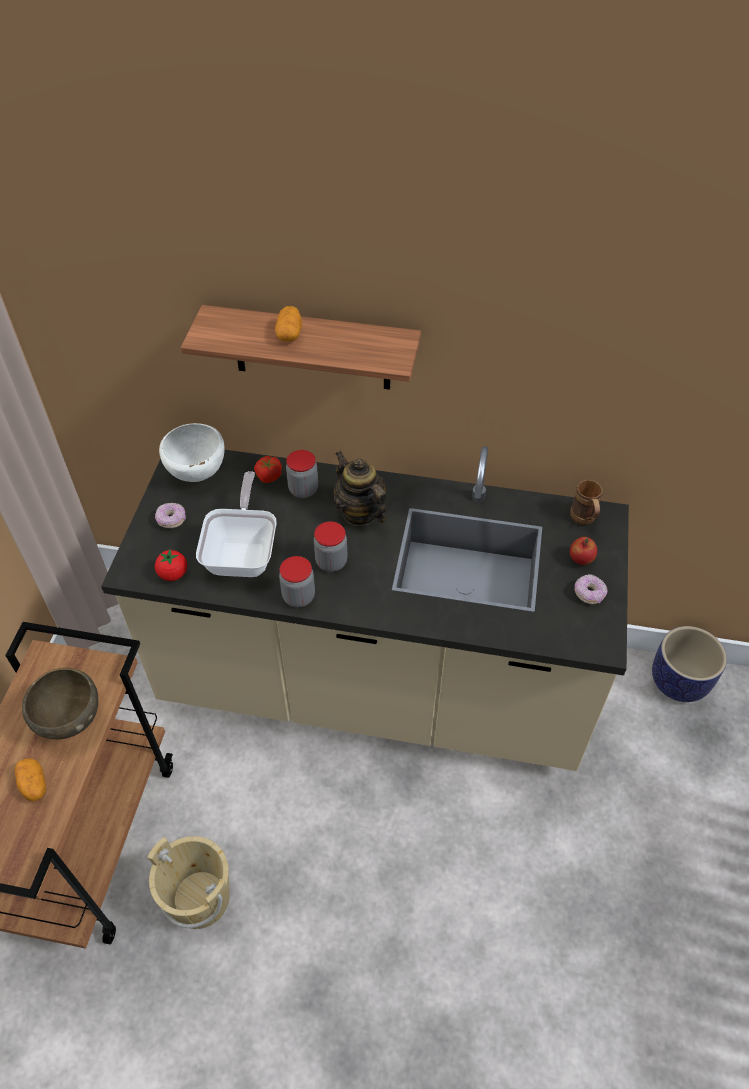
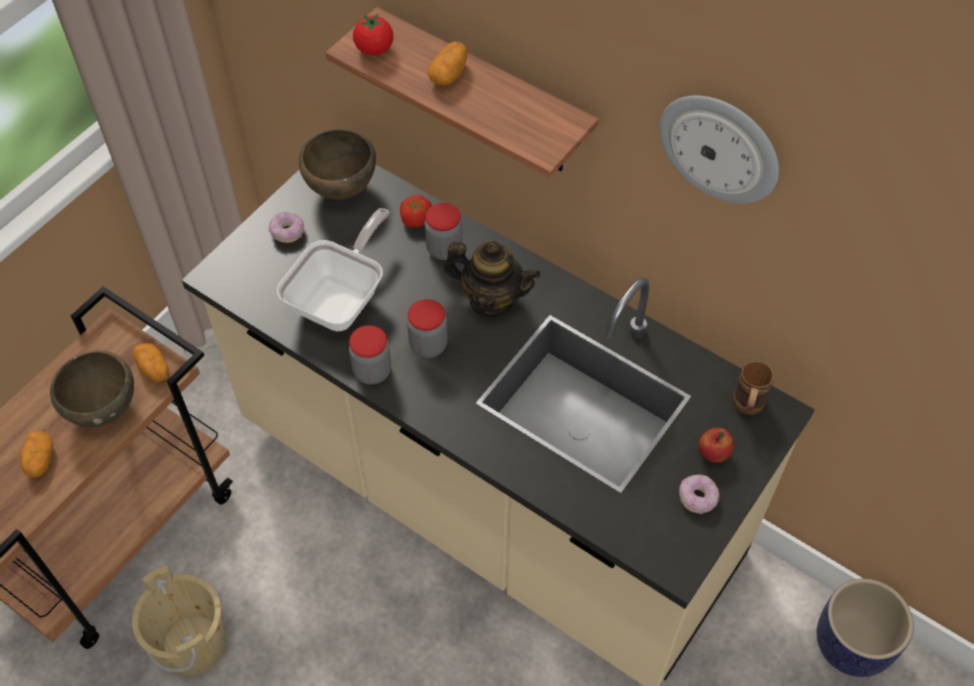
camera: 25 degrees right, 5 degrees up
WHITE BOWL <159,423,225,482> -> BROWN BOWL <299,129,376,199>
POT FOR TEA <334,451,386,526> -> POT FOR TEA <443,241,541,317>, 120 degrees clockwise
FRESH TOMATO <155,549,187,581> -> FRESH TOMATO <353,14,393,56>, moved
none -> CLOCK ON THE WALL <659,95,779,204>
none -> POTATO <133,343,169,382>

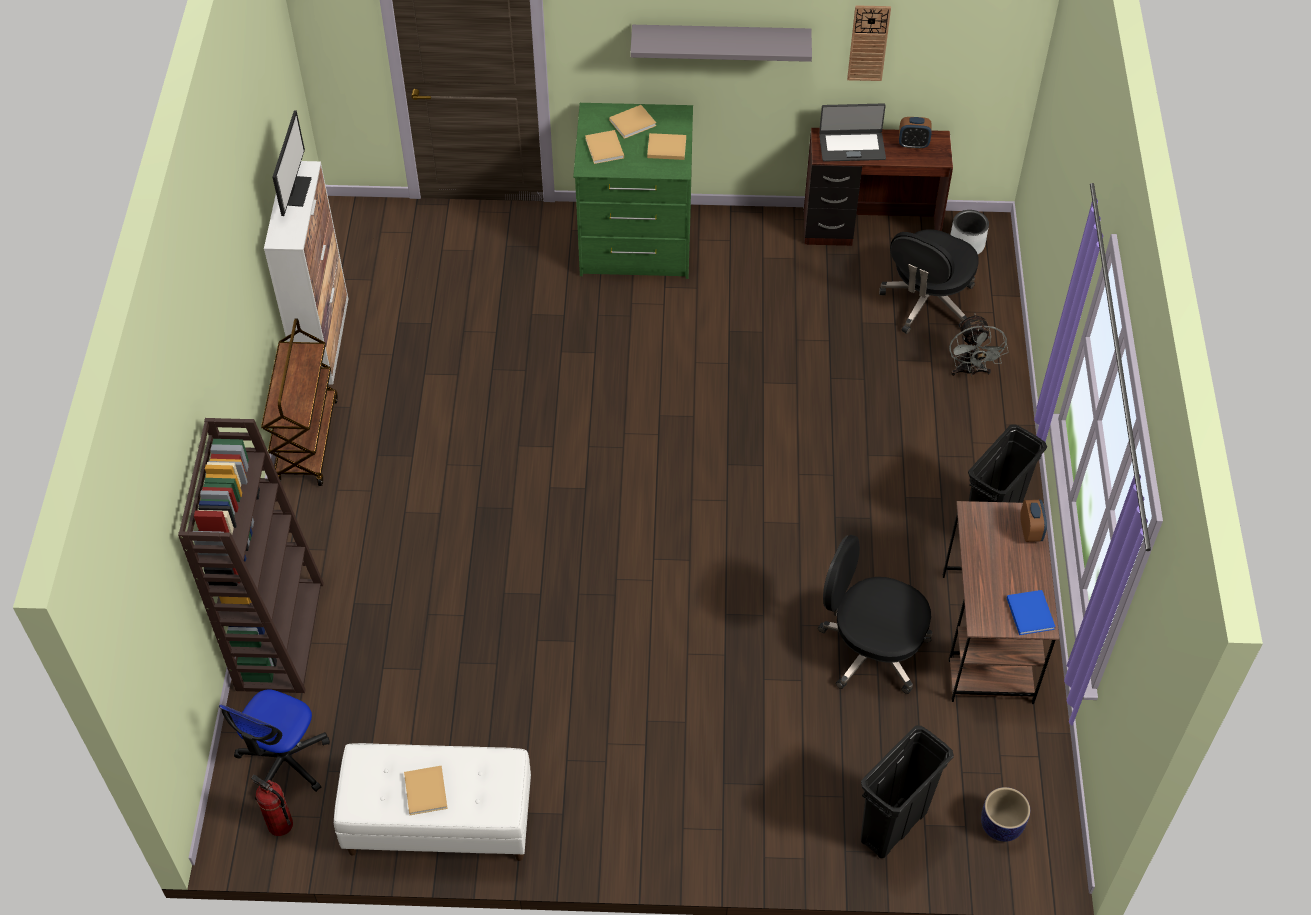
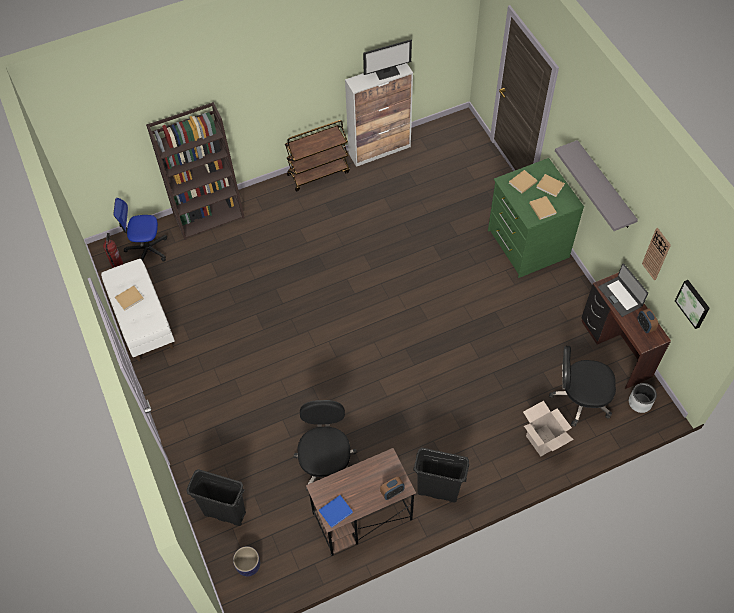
camera: 65 degrees right, 5 degrees up
GREYISH FAN <949,313,1008,377> -> PACKING BOX <523,401,574,456>
none -> PICTURE <675,280,710,329>

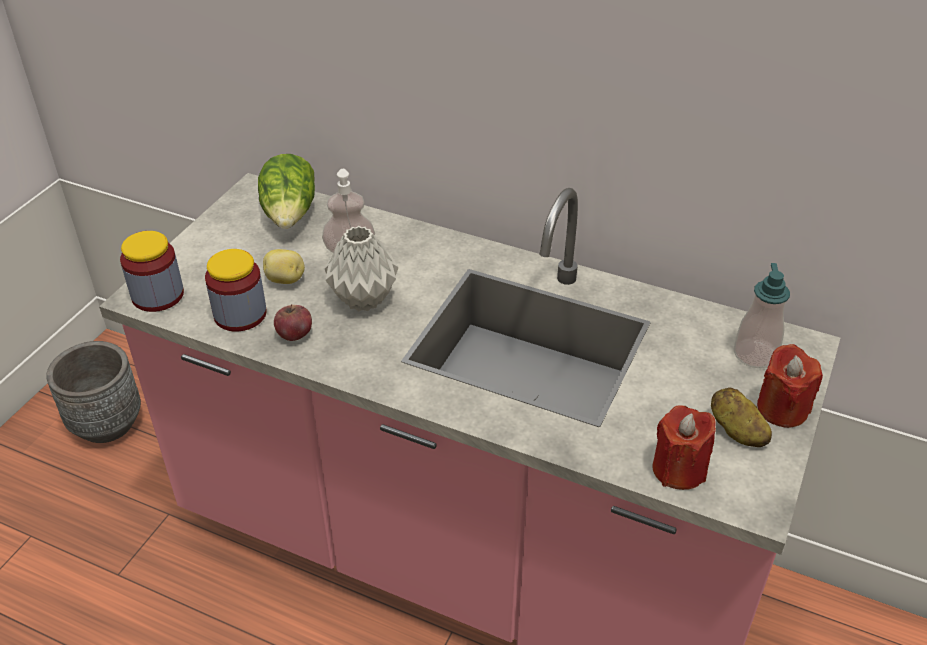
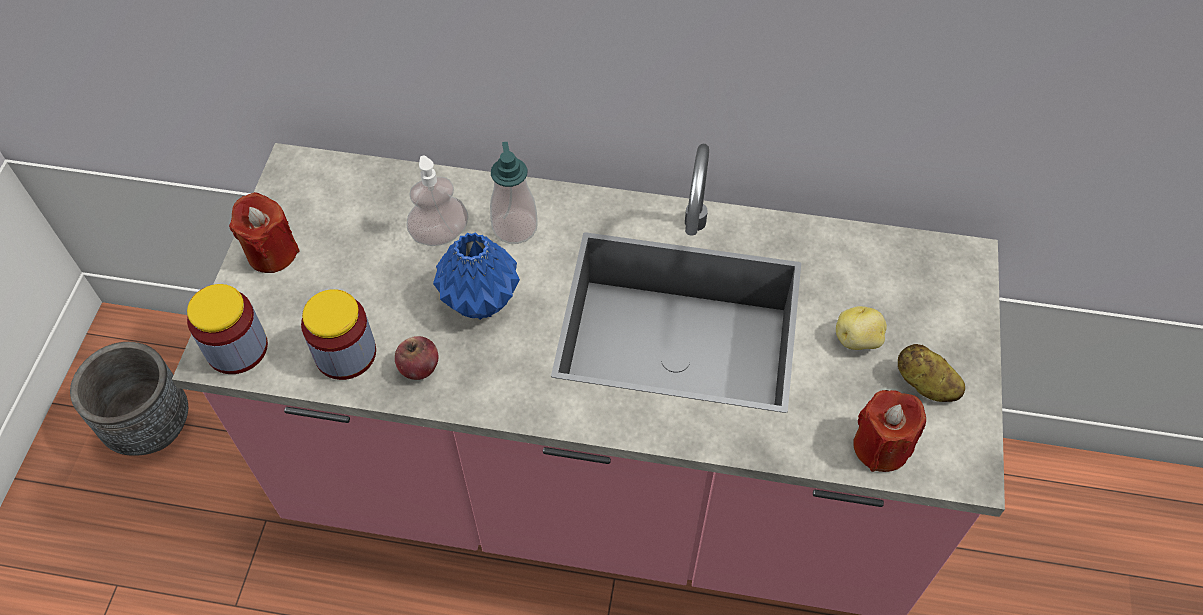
camera: 15 degrees left, 15 degrees up
LETTUCE <258,154,315,229> -> none
GREYISH DECORATIVE VASE <325,226,398,312> -> BLUE DECORATIVE VASE <433,232,520,320>
POTATO <263,249,305,284> -> POTATO <836,306,887,350>, moved
LIQUID SOAP BOTTLE <734,263,790,368> -> LIQUID SOAP BOTTLE <490,142,538,244>, moved
REDDISH WAX CANDLE <757,344,823,428> -> REDDISH WAX CANDLE <229,192,300,273>, moved

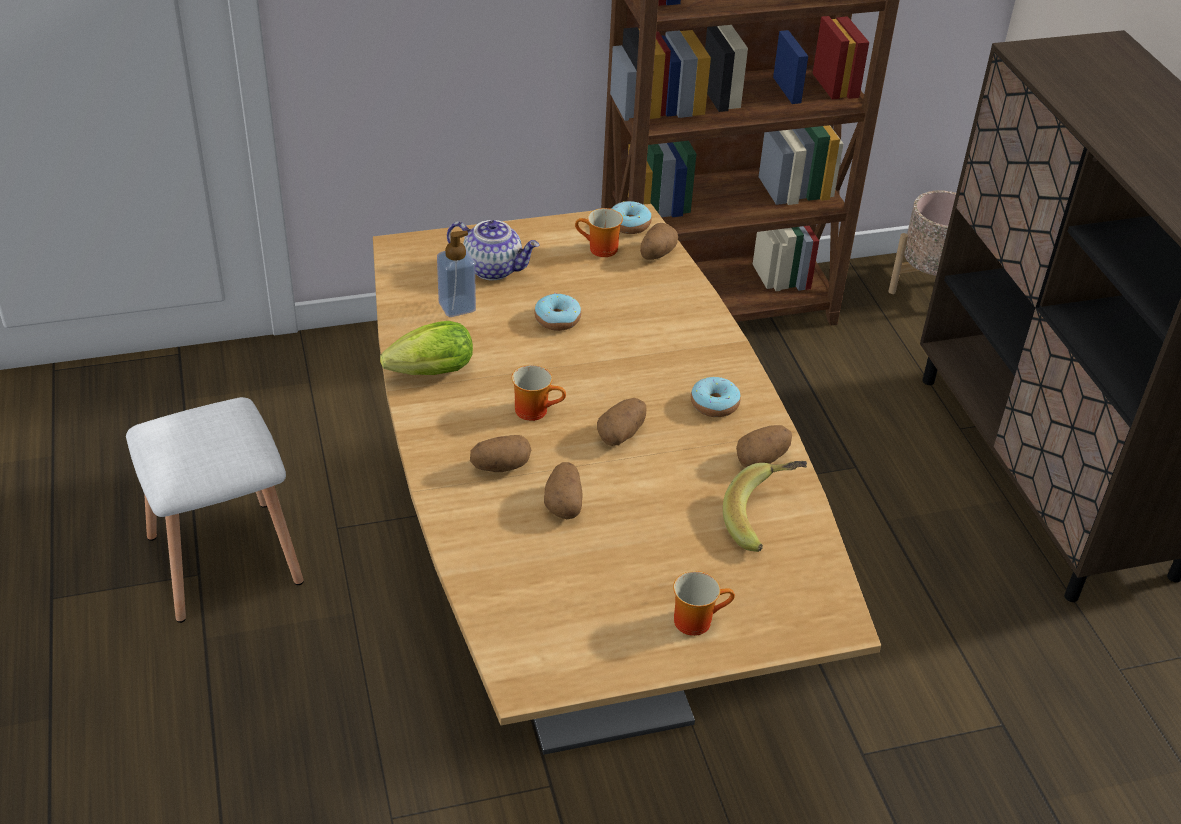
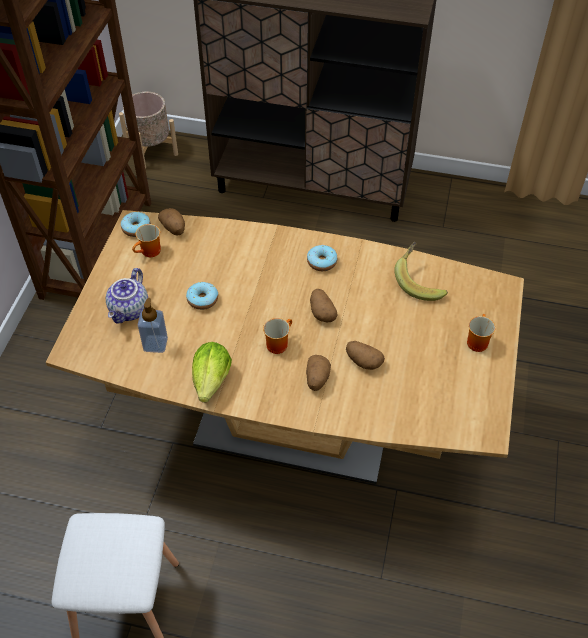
camera: 60 degrees left, 10 degrees up
POT FOR TEA <447,220,540,280> -> POT FOR TEA <106,268,148,324>, 150 degrees clockwise
POTATO <736,425,792,468> -> none

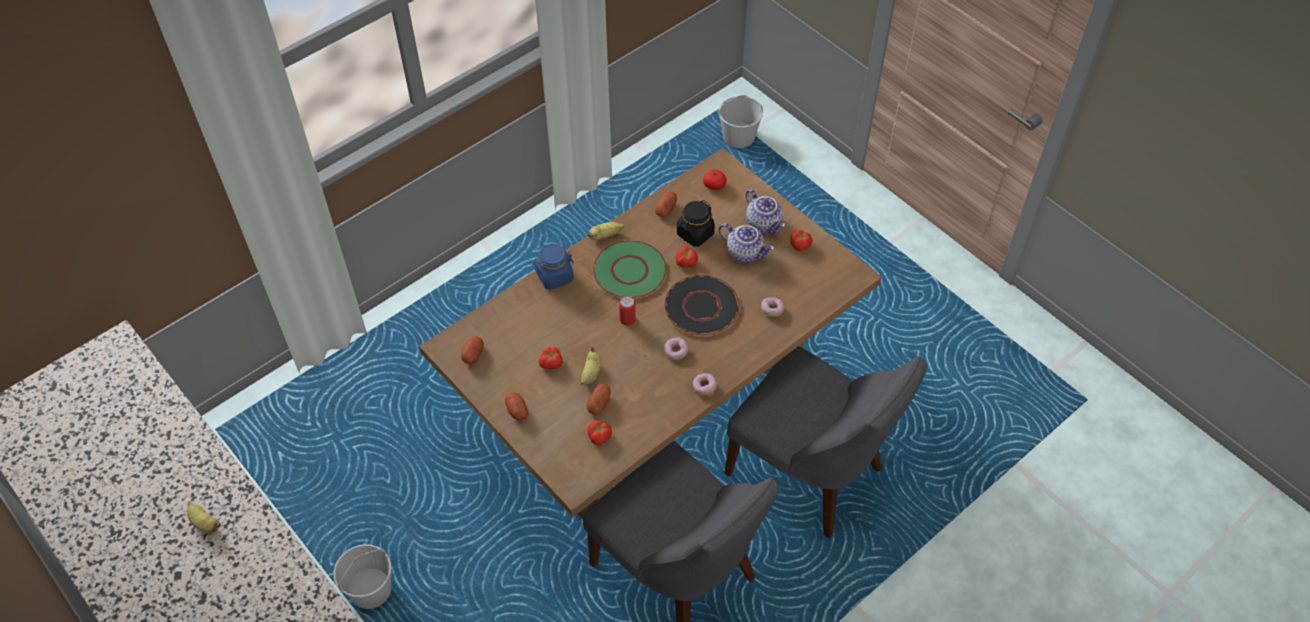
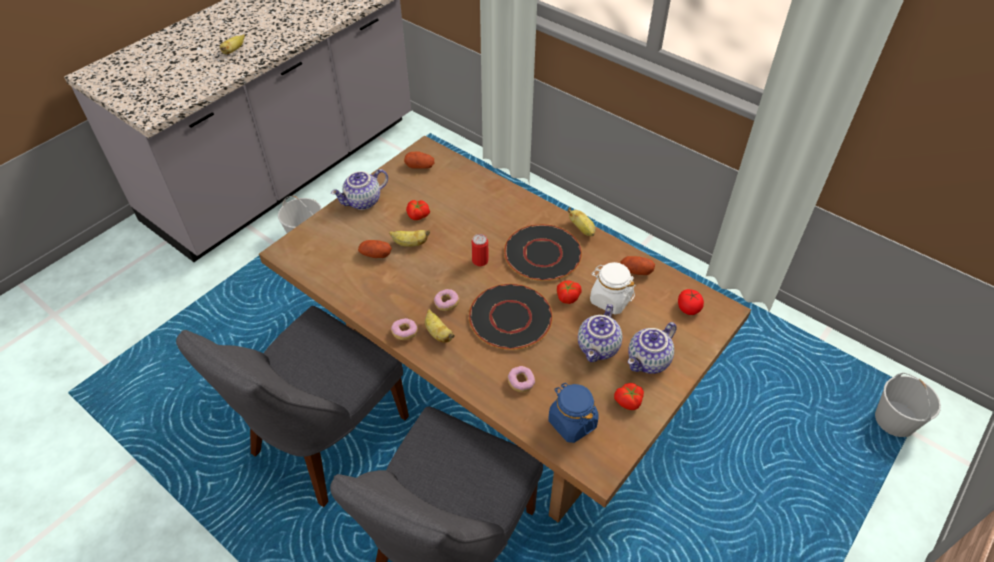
camera: 80 degrees right, 5 degrees down
BLACKISH JAR <677,200,715,247> -> WHITE JAR <590,262,636,314>
GREEN PLATE <593,240,667,298> -> BLACKISH PLATE <504,224,582,281>
BLUE JAR <532,244,574,290> -> BLUE JAR <548,383,599,443>, moved
POTATO <505,392,529,420> -> POT FOR TEA <331,169,388,210>
FRESH TOMATO <588,420,612,445> -> none
none -> WHOLE BANANA <425,309,455,343>

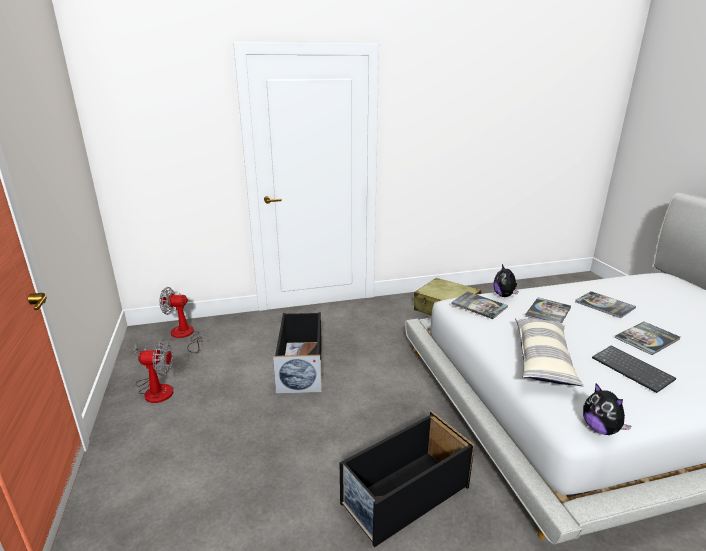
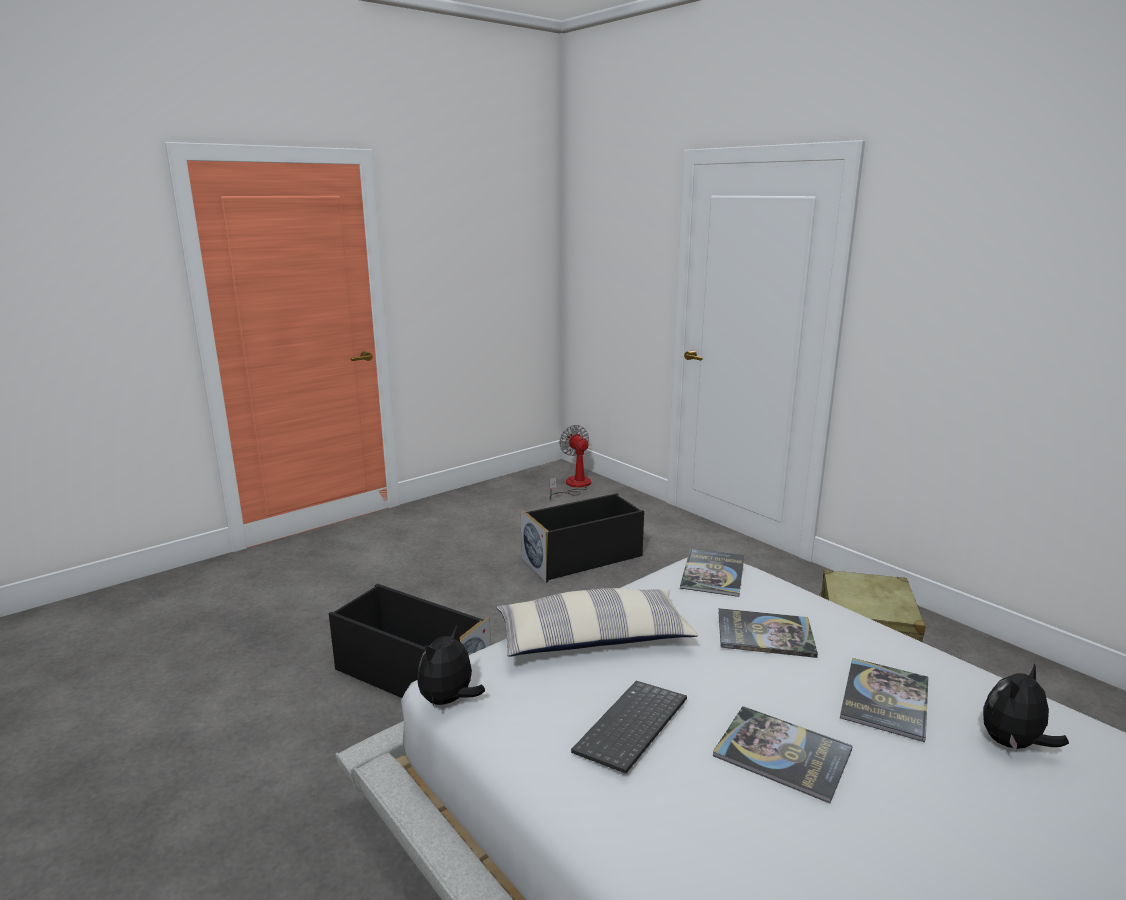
camera: 65 degrees right, 5 degrees down
PLUSH TOY <493,264,518,297> -> PLUSH TOY <983,663,1069,751>, moved
FAN <133,340,173,403> -> none

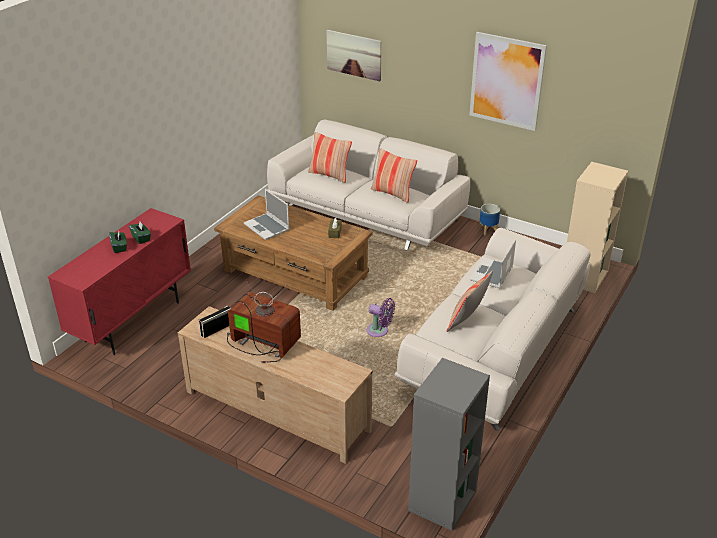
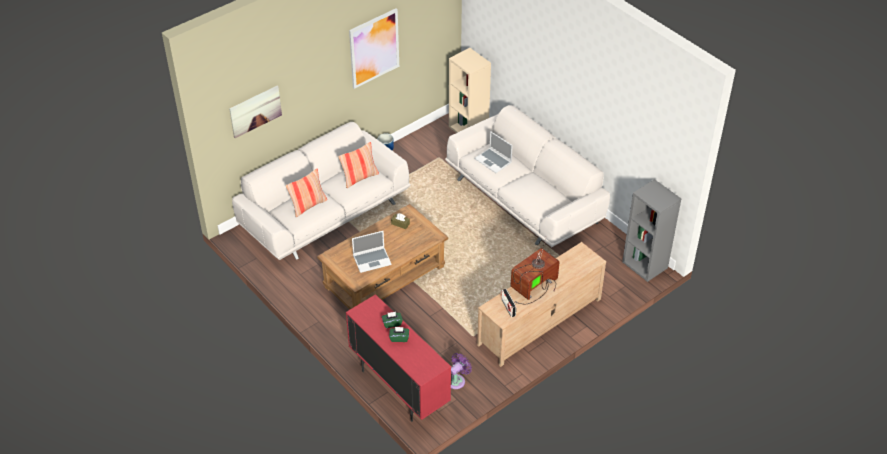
camera: 70 degrees left, 10 degrees up
THROW PILLOW <447,270,493,332> -> none
PURPLE-COLOURED FAN <366,298,395,337> -> PURPLE-COLOURED FAN <451,353,472,389>, moved

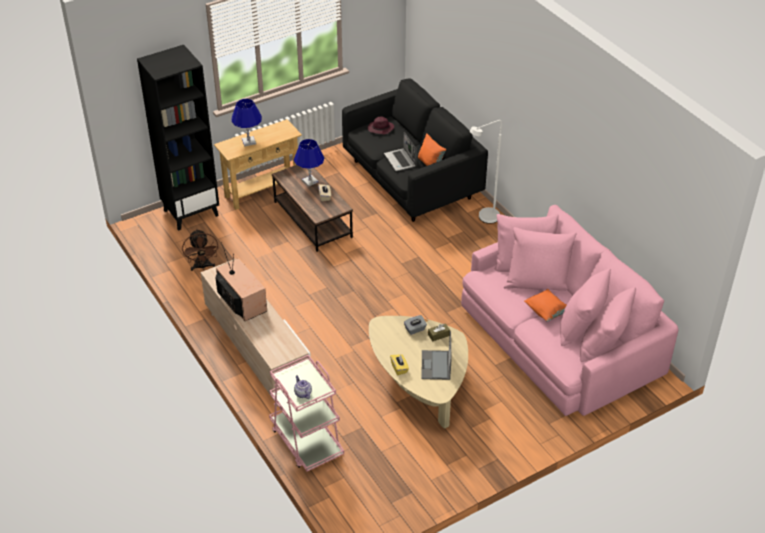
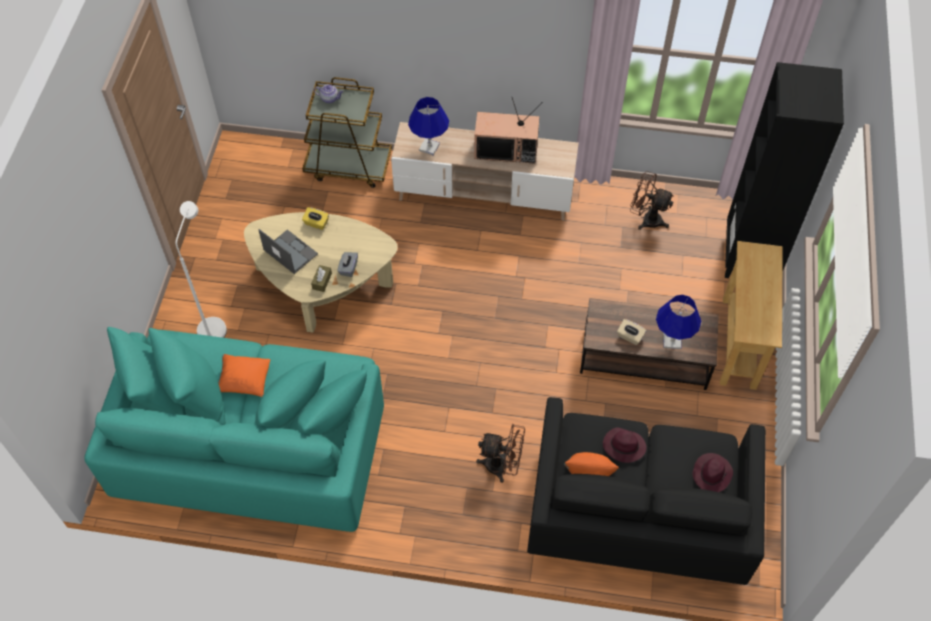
camera: 130 degrees right, 15 degrees up
BLUE LAMP FOR A TABLE <231,99,262,147> -> BLUE LAMP FOR A TABLE <408,97,449,155>, moved
WHITE FLOOR LAMP <470,120,502,224> -> WHITE FLOOR LAMP <175,201,227,338>, moved
NOTEBOOK COMPUTER <384,132,417,171> -> PURPLE-COLOURED HAT <603,428,647,463>
PINK SETTEE <461,205,678,416> -> TURQUOISE-COLOURED SETTEE <84,327,384,532>
PINK CART <269,355,344,471> -> BROWN CART <302,77,392,188>
none -> BROWN FAN <476,424,525,483>

